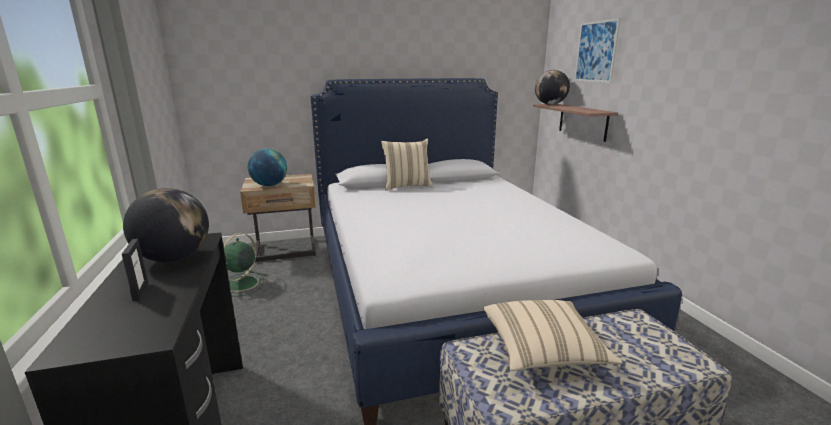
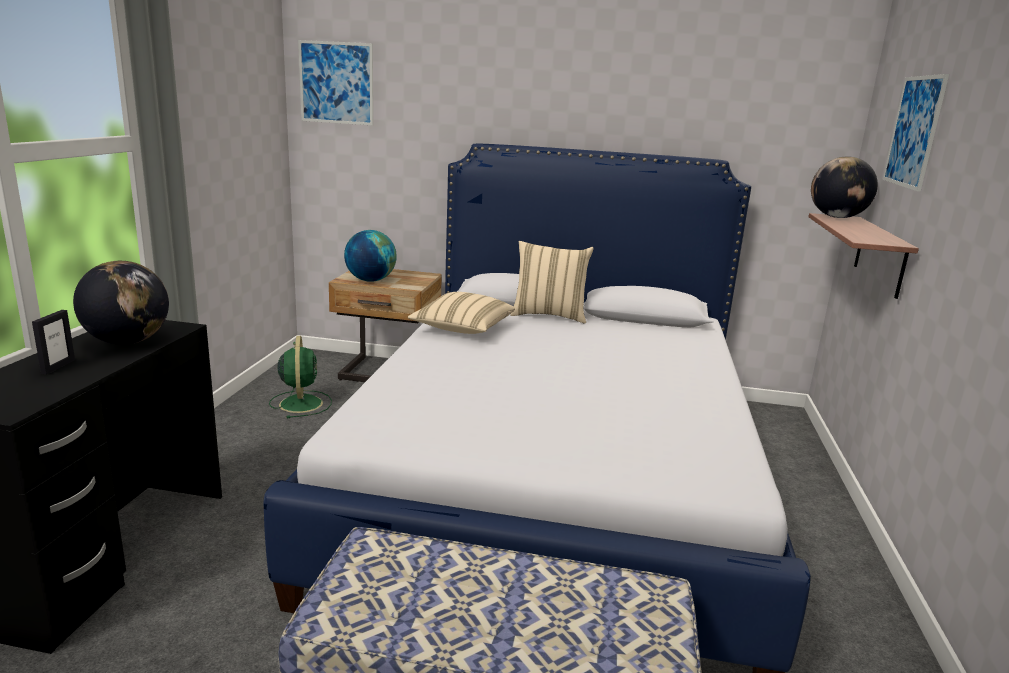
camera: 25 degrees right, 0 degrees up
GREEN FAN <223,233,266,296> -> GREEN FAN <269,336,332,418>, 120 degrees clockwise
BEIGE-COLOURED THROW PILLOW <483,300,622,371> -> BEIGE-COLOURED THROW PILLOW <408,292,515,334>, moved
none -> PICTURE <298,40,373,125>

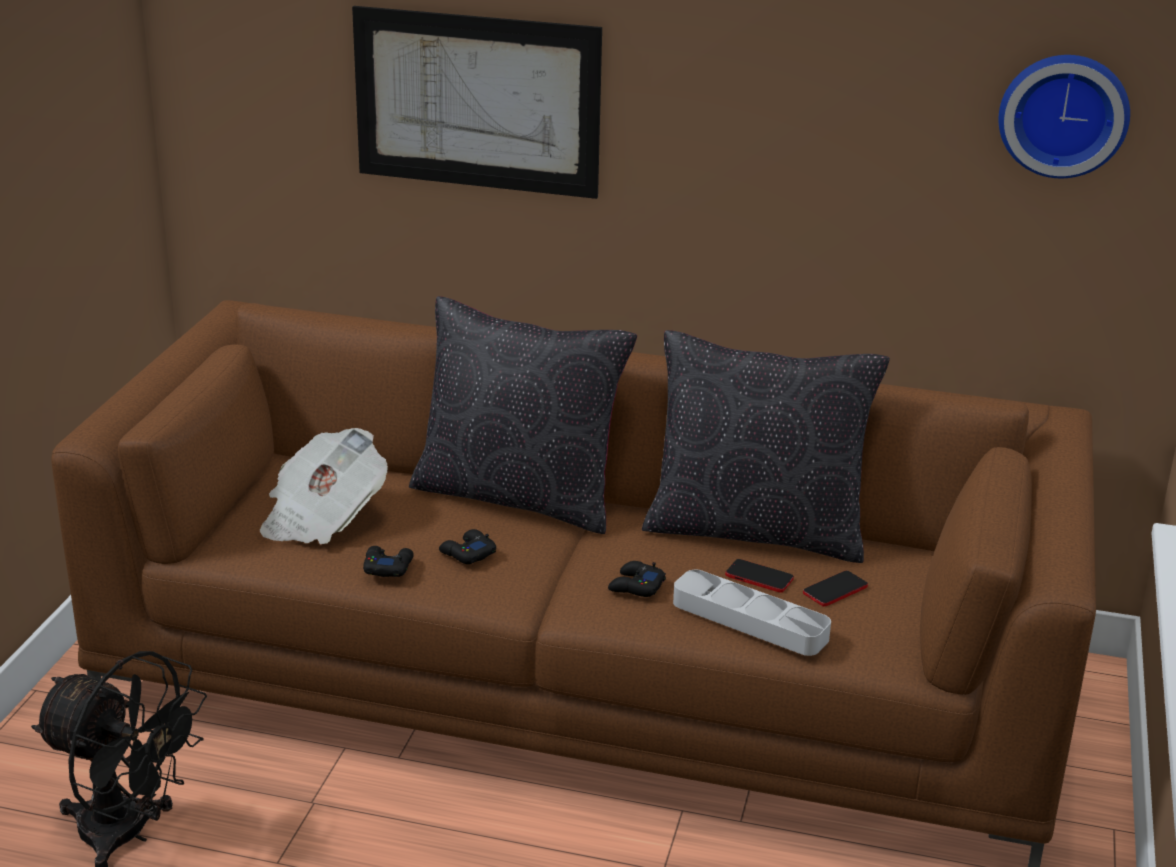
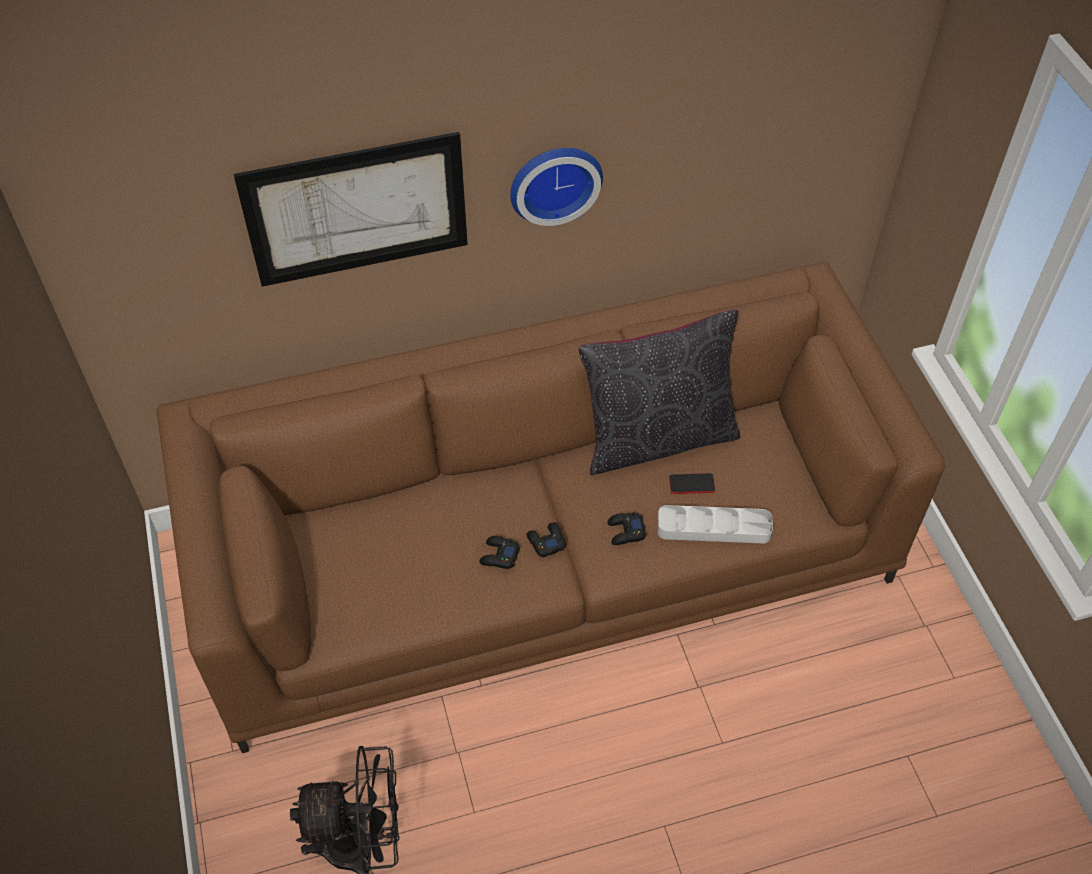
camera: 30 degrees left, 25 degrees up
CLOCK ON THE WALL <998,55,1130,178> -> CLOCK ON THE WALL <510,148,603,226>, moved
BLACKISH THROW PILLOW <409,296,637,534> -> none
PRINTED PAPER <260,428,388,544> -> none
BLACKISH JOYPAD <363,546,414,577> -> BLACKISH JOYPAD <527,523,566,558>, moved
PHONE <803,571,868,607> -> none

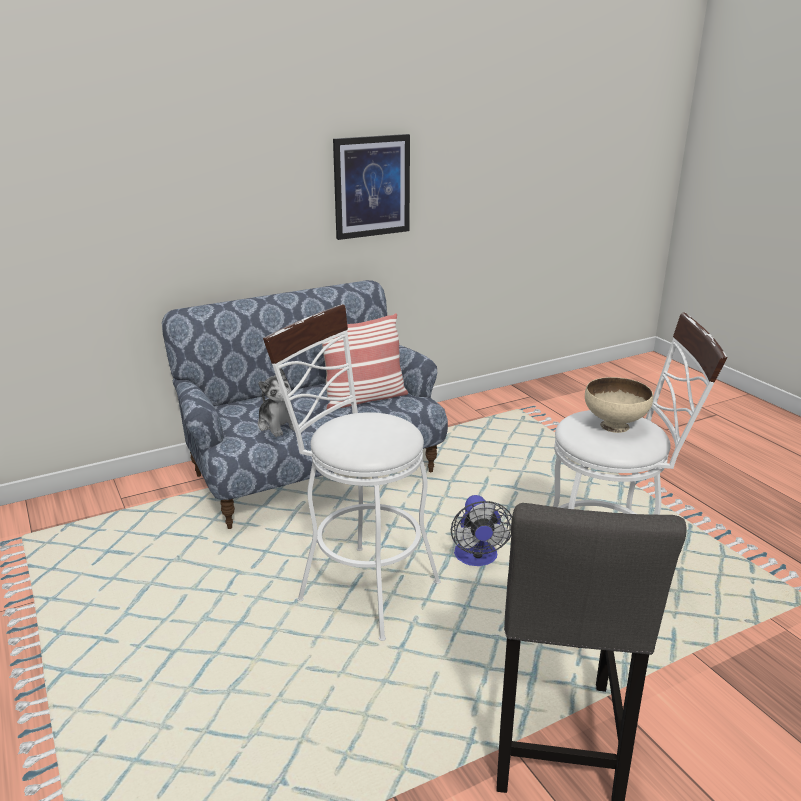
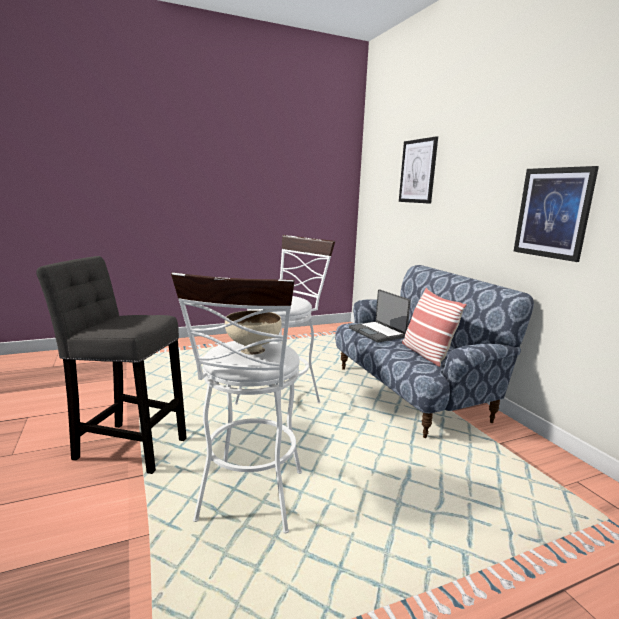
camera: 95 degrees right, 10 degrees down
PLUSH TOY <258,368,299,437> -> NOTEBOOK COMPUTER <349,289,411,342>
FAN <451,495,512,566> -> none
none -> PICTURE <399,136,438,204>

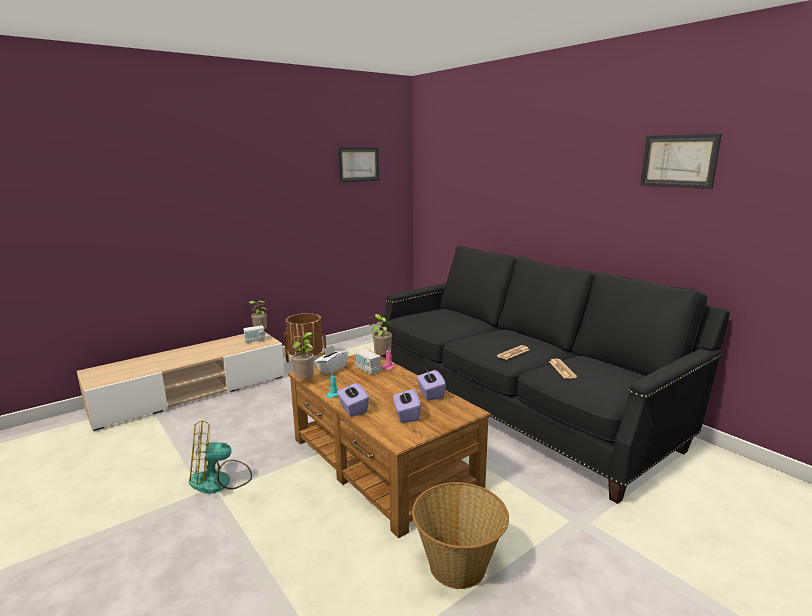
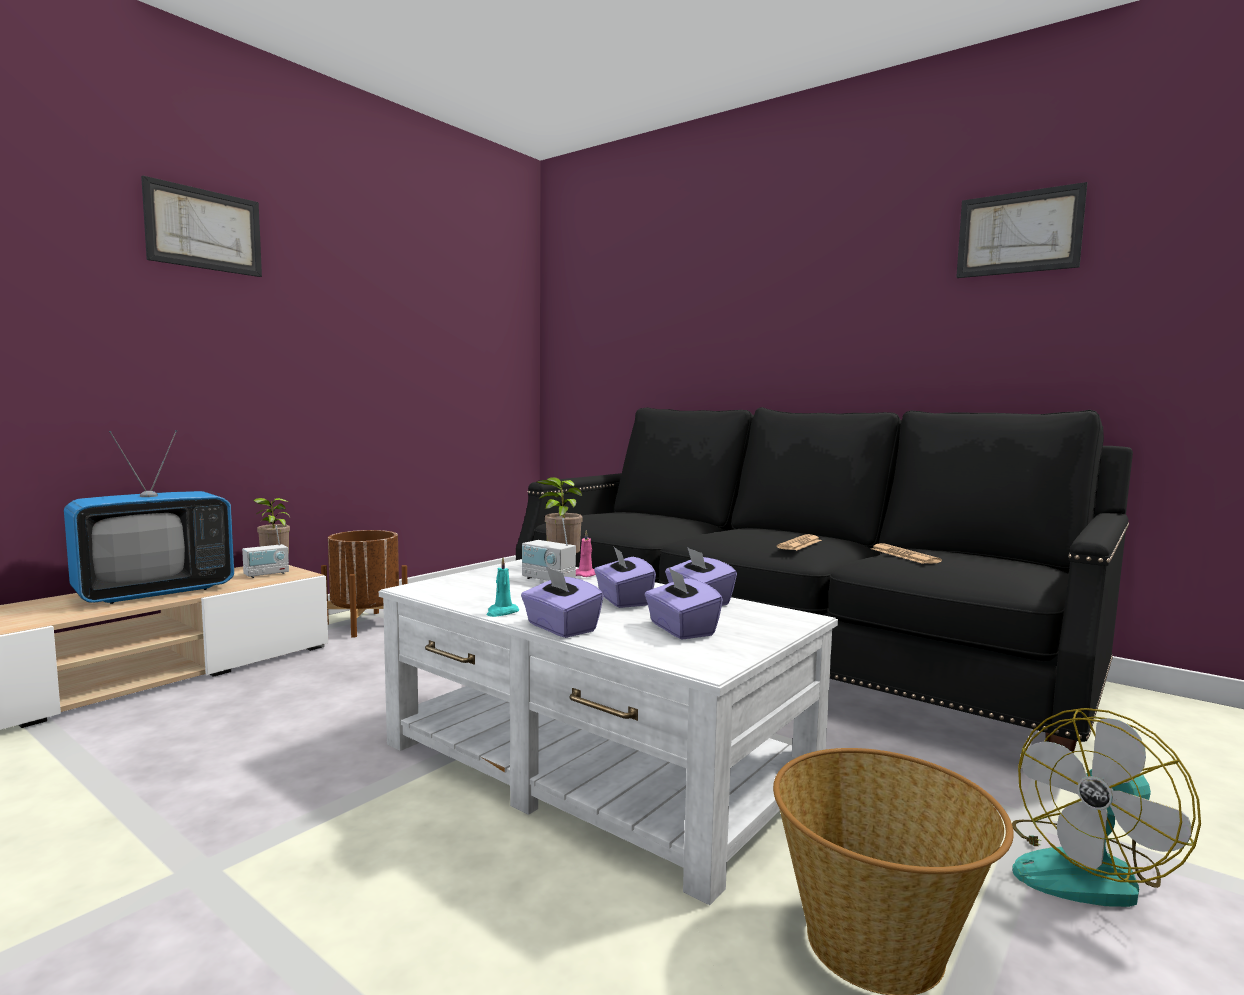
camera: 15 degrees left, 10 degrees down
PICTURE <338,147,379,183> -> PICTURE <141,176,262,277>, moved
POTTED PLANT <291,332,314,379> -> none
WHITE TISSUE BOX <314,345,348,375> -> none
BROWN LOW TABLE <288,350,491,539> -> WHITE LOW TABLE <379,559,838,905>
FAN <189,420,252,494> -> FAN <1012,708,1201,907>, moved
none -> TV <64,430,234,604>
none -> PURPLE-COLOURED TISSUE BOX <594,547,656,608>

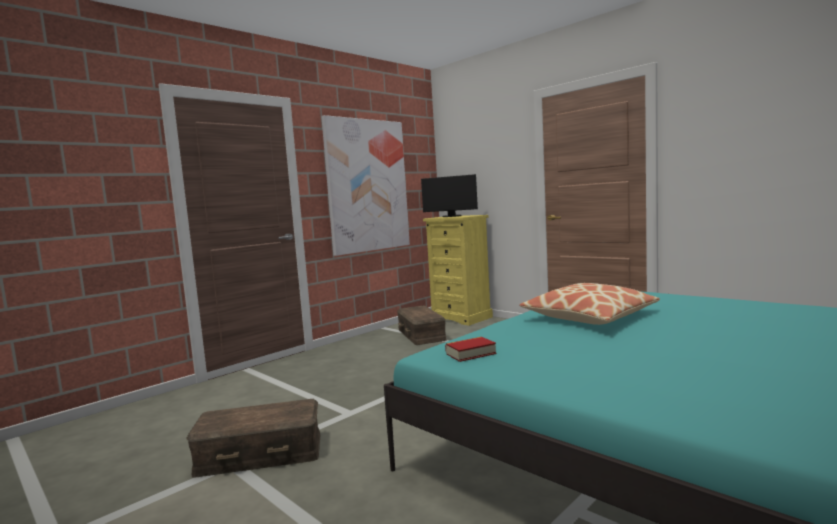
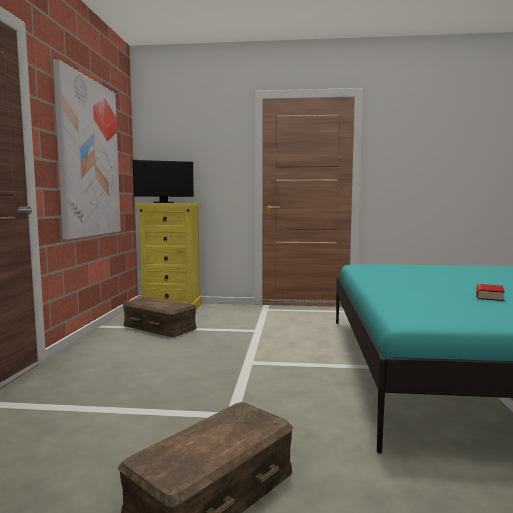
camera: 40 degrees left, 0 degrees up
THROW PILLOW <519,283,660,325> -> none
BOOK <445,337,497,362> -> BOOK <476,284,505,301>, moved

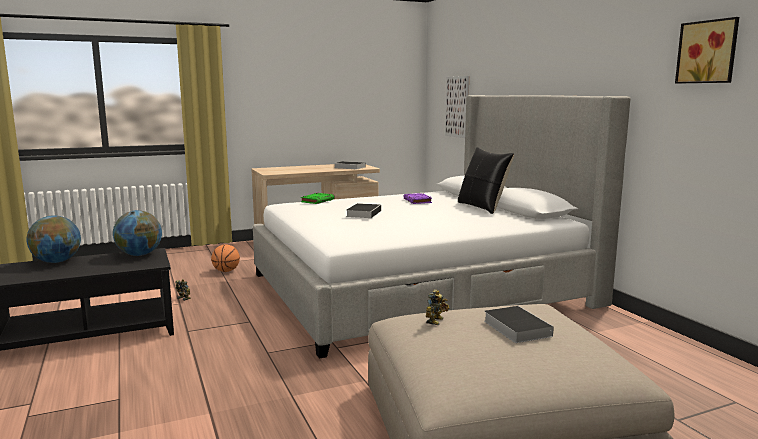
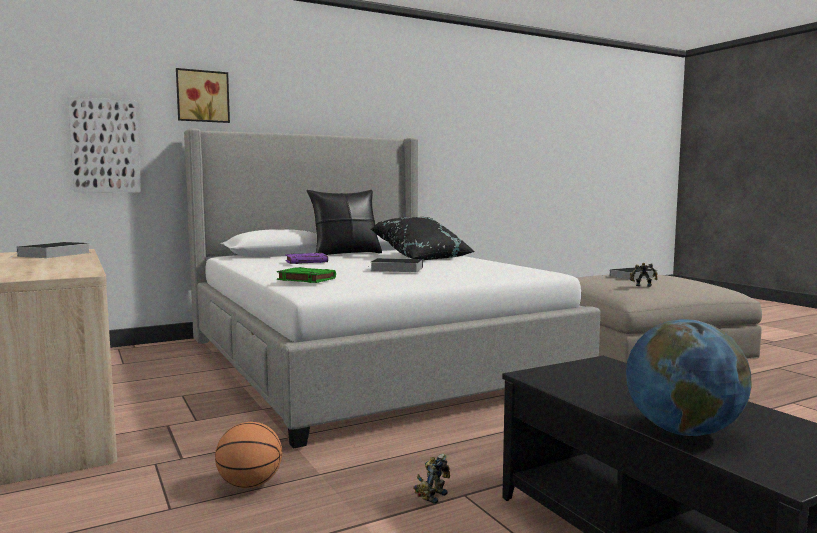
camera: 95 degrees left, 5 degrees down
PICTURE <675,17,739,84> -> PICTURE <176,68,230,123>, moved
GLOBE <113,210,162,256> -> none
none -> BLACKISH THROW PILLOW <371,217,475,260>

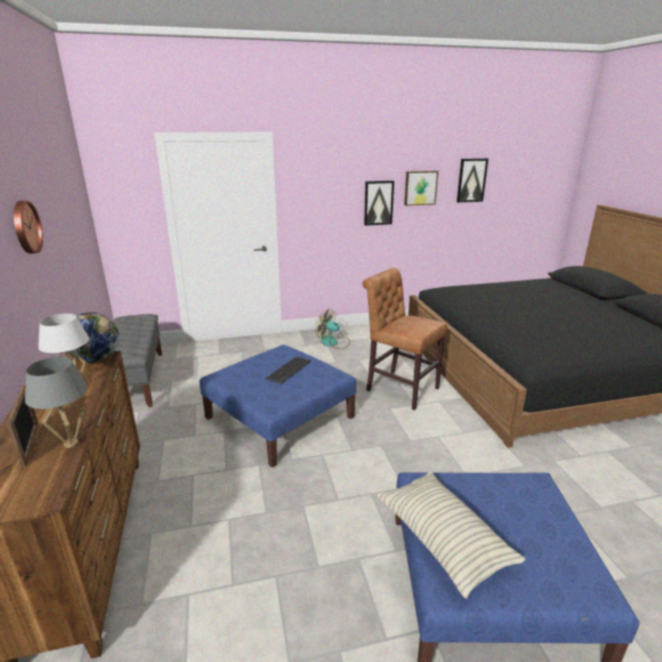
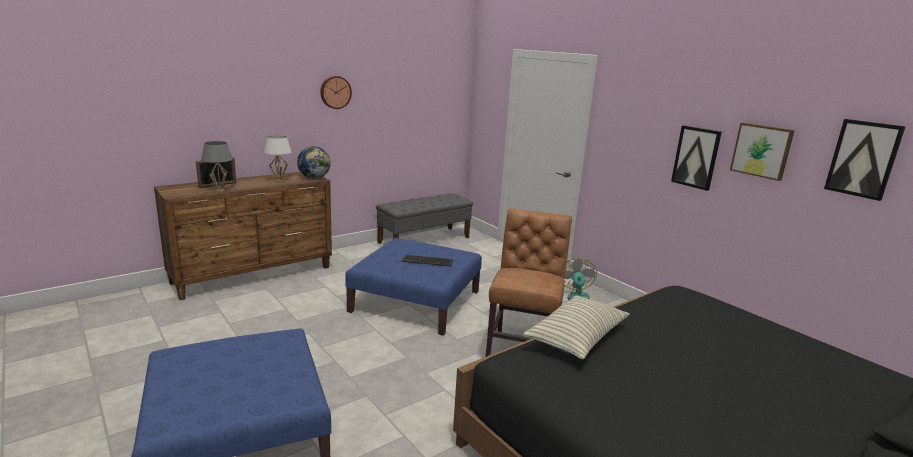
camera: 65 degrees right, 5 degrees down
THROW PILLOW <376,472,526,598> -> THROW PILLOW <523,295,630,359>, moved

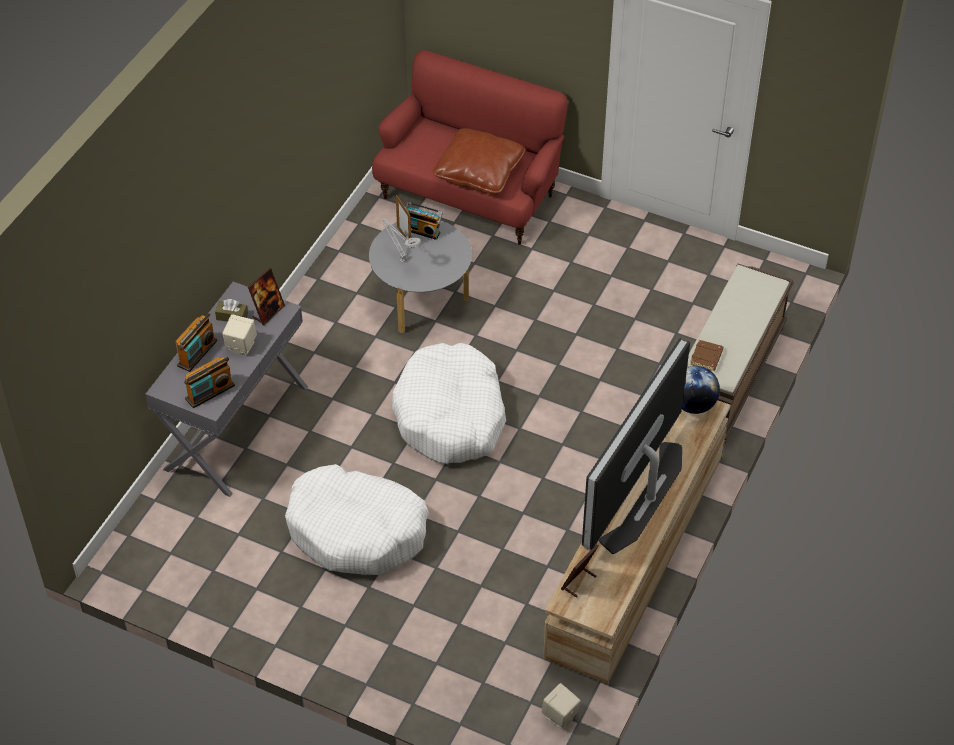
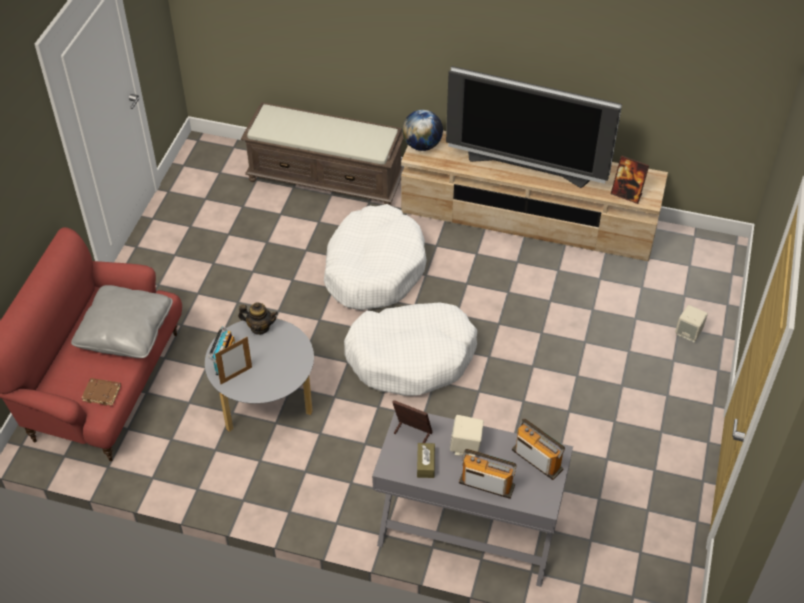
camera: 100 degrees left, 0 degrees up
BROWN THROW PILLOW <432,128,526,195> -> GREYISH THROW PILLOW <71,285,173,358>
GREYISH LAMP FOR A TABLE <383,219,421,263> -> none
BROWN BOOK <690,340,724,371> -> BROWN BOOK <81,378,121,406>, moved
WHITE PET BED <285,464,429,575> -> WHITE PET BED <324,204,427,310>, moved
BEIGE-COLOURED SPEAKER <541,683,581,728> -> BEIGE-COLOURED SPEAKER <675,305,708,342>, moved
none -> POT FOR TEA <238,302,278,335>

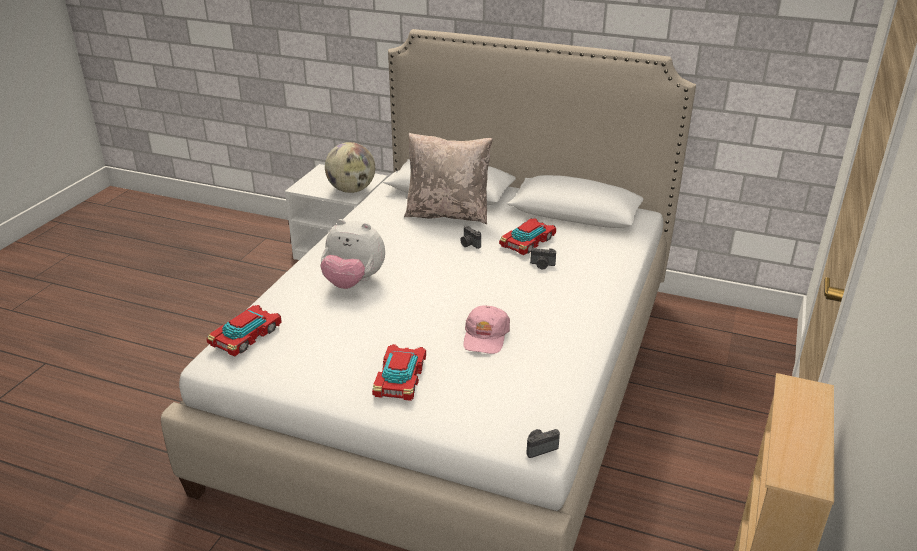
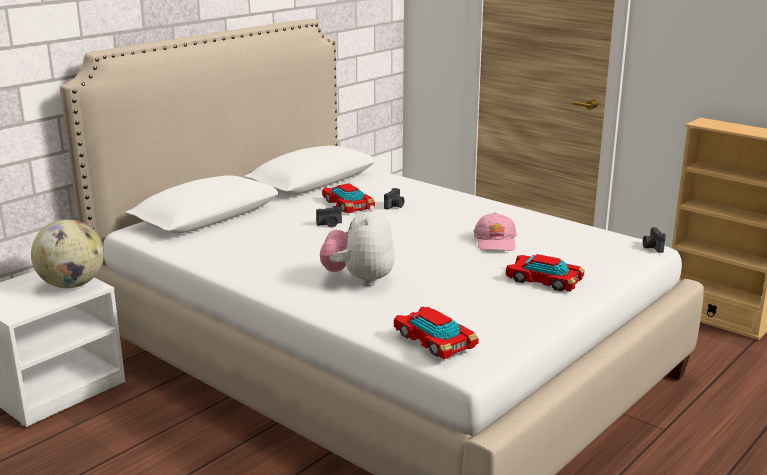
camera: 70 degrees left, 10 degrees down
BEIGE-COLOURED THROW PILLOW <404,133,493,224> -> none
PLUSH TOY <320,219,385,289> -> PLUSH TOY <320,205,395,286>, 150 degrees clockwise
PINK CAP <463,305,510,354> -> PINK CAP <474,213,516,251>, 60 degrees clockwise

